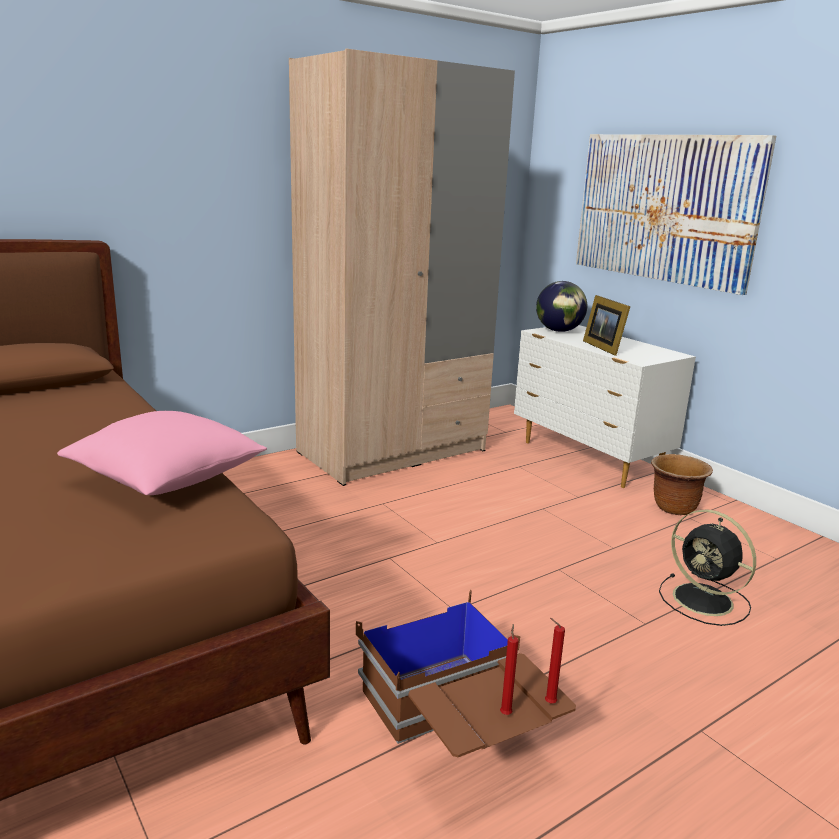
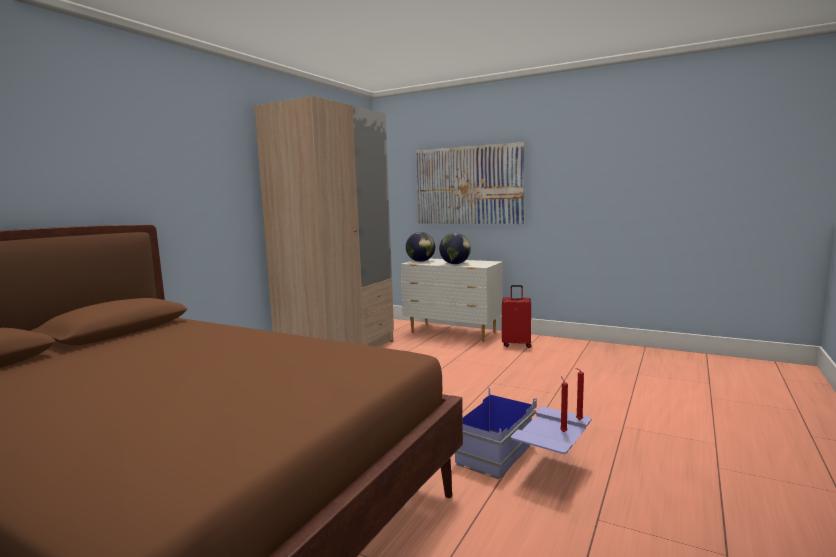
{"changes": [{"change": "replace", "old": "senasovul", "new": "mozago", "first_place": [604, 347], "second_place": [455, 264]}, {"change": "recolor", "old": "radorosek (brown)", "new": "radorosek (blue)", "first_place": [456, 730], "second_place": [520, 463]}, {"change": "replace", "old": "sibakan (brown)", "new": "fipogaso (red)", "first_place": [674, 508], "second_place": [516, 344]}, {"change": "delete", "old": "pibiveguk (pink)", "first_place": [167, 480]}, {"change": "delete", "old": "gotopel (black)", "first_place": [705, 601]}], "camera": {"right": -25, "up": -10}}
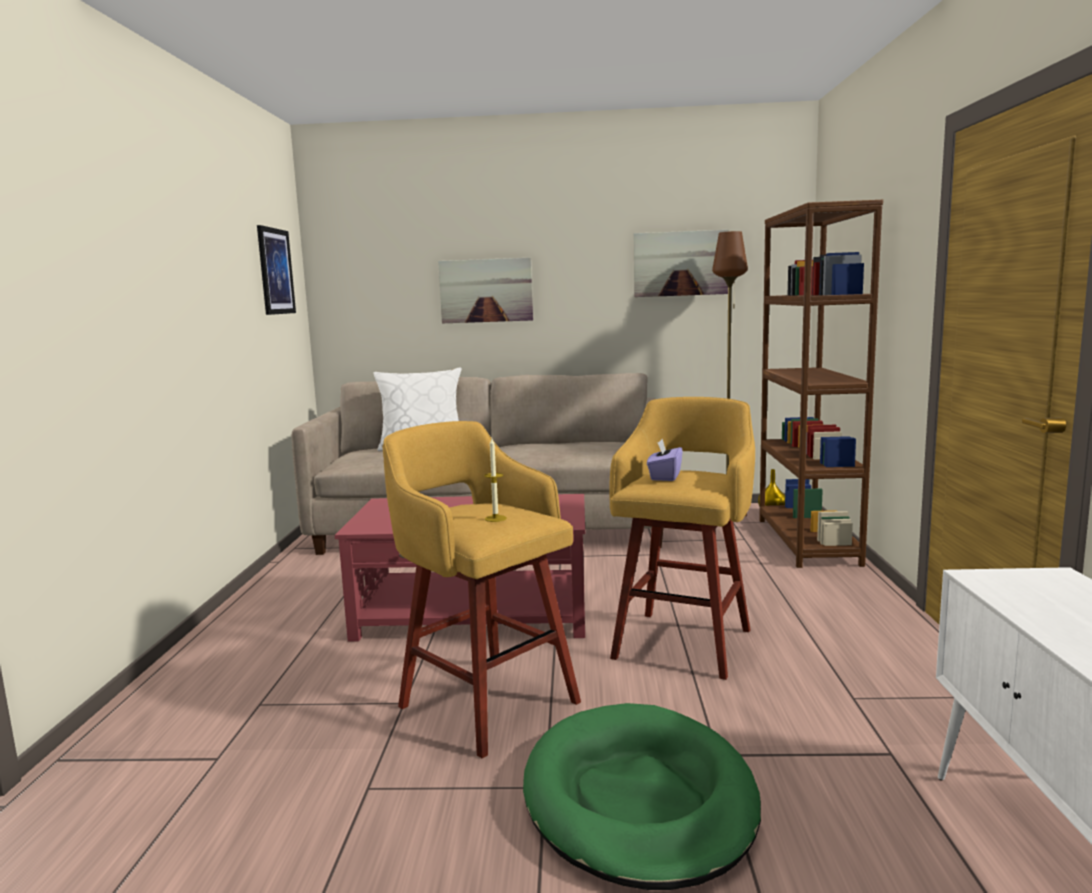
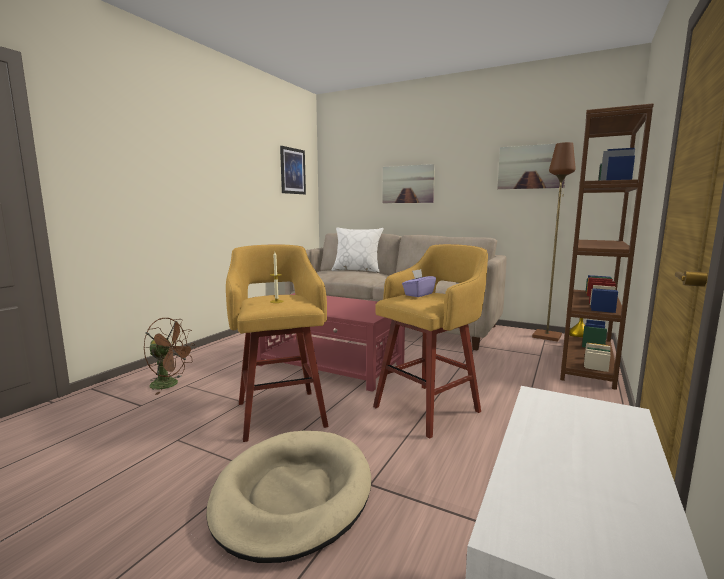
{"changes": [{"change": "insert", "new": "gotopel (brown)", "second_place": [170, 384]}, {"change": "recolor", "old": "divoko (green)", "new": "divoko (beige)", "first_place": [639, 800], "second_place": [293, 495]}], "camera": {"right": 25, "up": 0}}
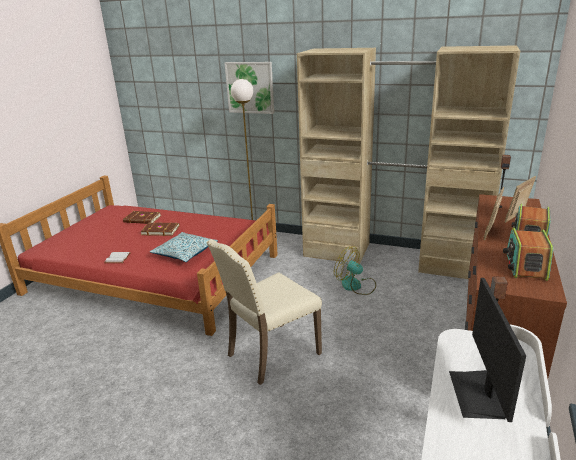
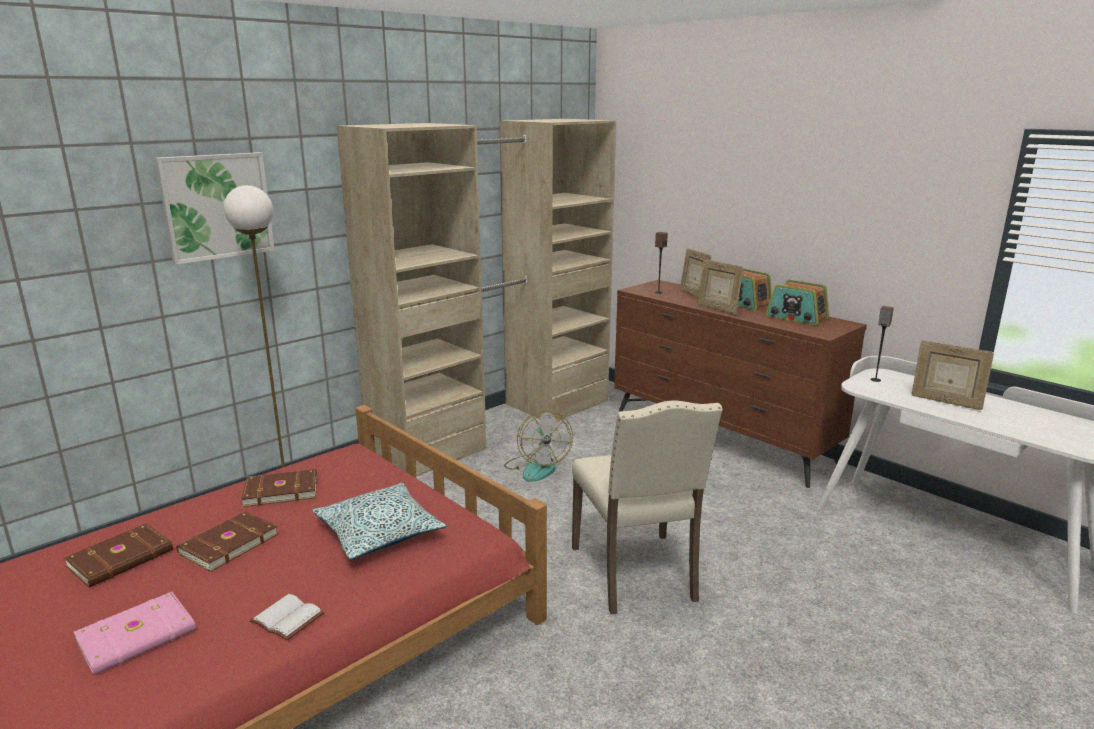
{"changes": [{"change": "insert", "new": "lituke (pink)", "second_place": [138, 637]}, {"change": "insert", "new": "lituke (brown)", "second_place": [280, 490]}, {"change": "rotate", "old": "gotopel", "first_place": [356, 286], "second_place": [536, 467], "degrees": -75}, {"change": "replace", "old": "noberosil", "new": "senasovul", "first_place": [477, 394], "second_place": [945, 402]}], "camera": {"right": -65, "up": -5}}
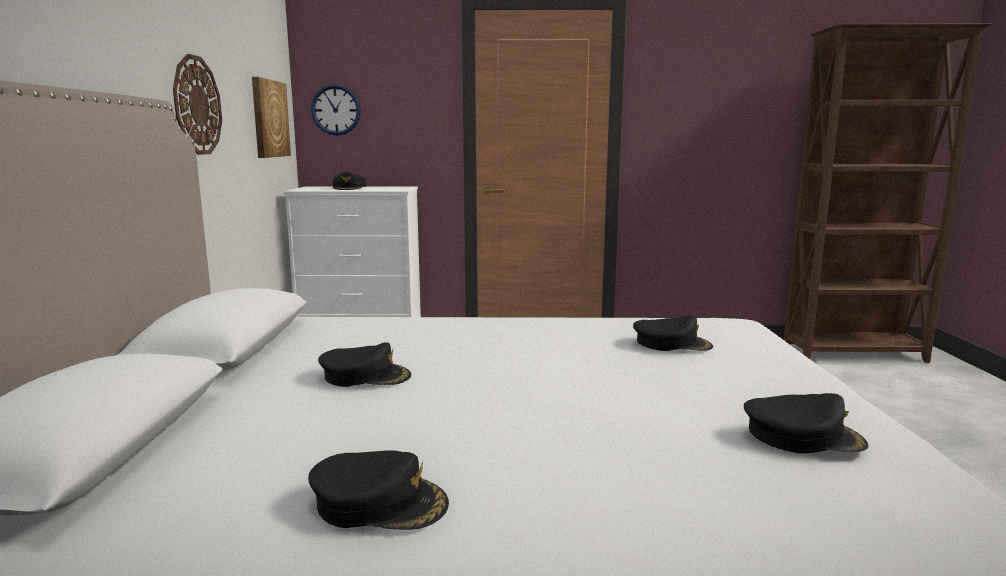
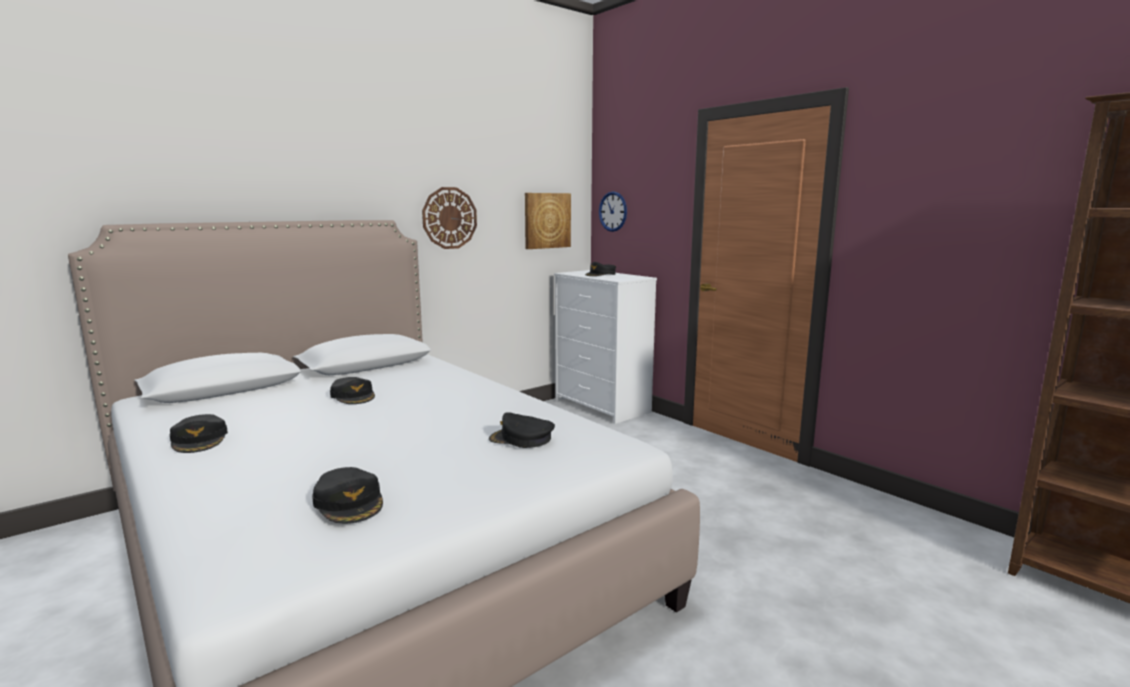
{"changes": [{"change": "rotate", "old": "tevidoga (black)", "first_place": [671, 343], "second_place": [521, 439], "degrees": 135}], "camera": {"right": 50, "up": 0}}
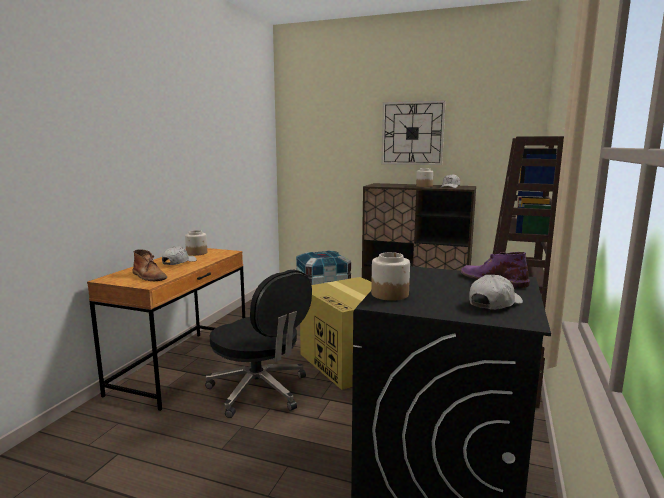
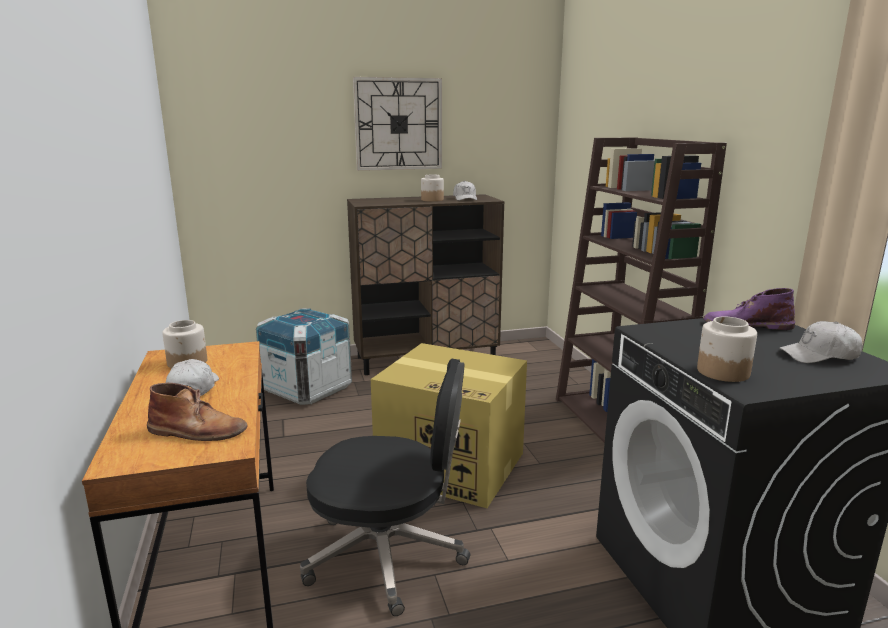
{"changes": [{"change": "rotate", "old": "tevidoga (white)", "first_place": [494, 303], "second_place": [819, 355], "degrees": -105}], "camera": {"right": -35, "up": 5}}
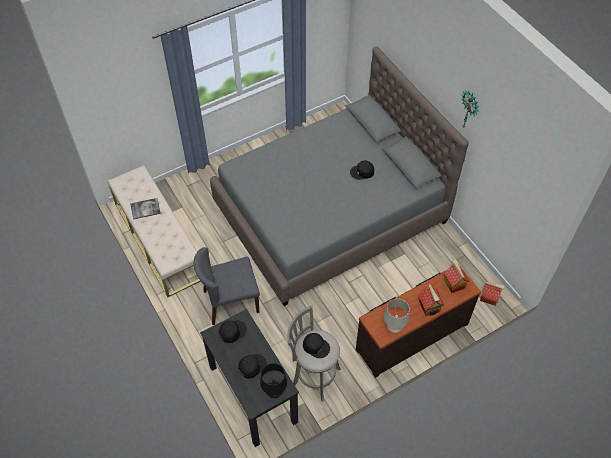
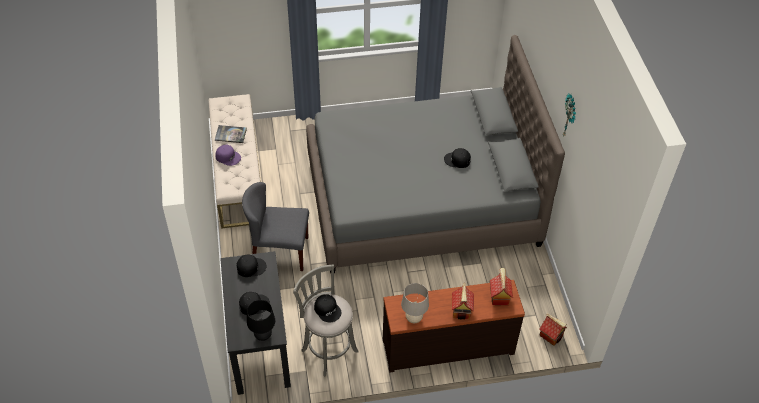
{"changes": [{"change": "insert", "new": "tevidoga (purple)", "second_place": [228, 157]}], "camera": {"right": 20, "up": -5}}
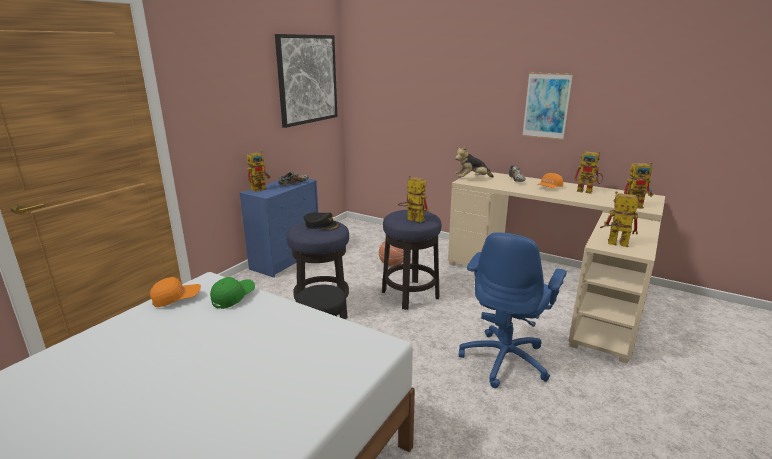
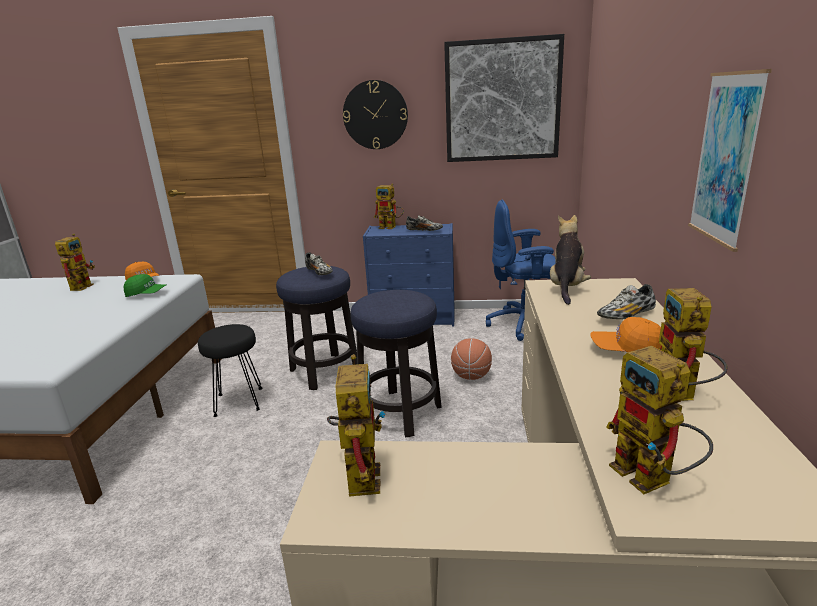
{"changes": [{"change": "move", "old": "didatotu", "first_place": [411, 219], "second_place": [83, 285]}, {"change": "replace", "old": "tevidoga (black)", "new": "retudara", "first_place": [321, 225], "second_place": [319, 273]}, {"change": "insert", "new": "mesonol", "second_place": [375, 115]}, {"change": "move", "old": "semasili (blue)", "first_place": [505, 359], "second_place": [525, 324]}, {"change": "rotate", "old": "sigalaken", "first_place": [472, 179], "second_place": [566, 287], "degrees": 60}], "camera": {"right": 65, "up": 0}}
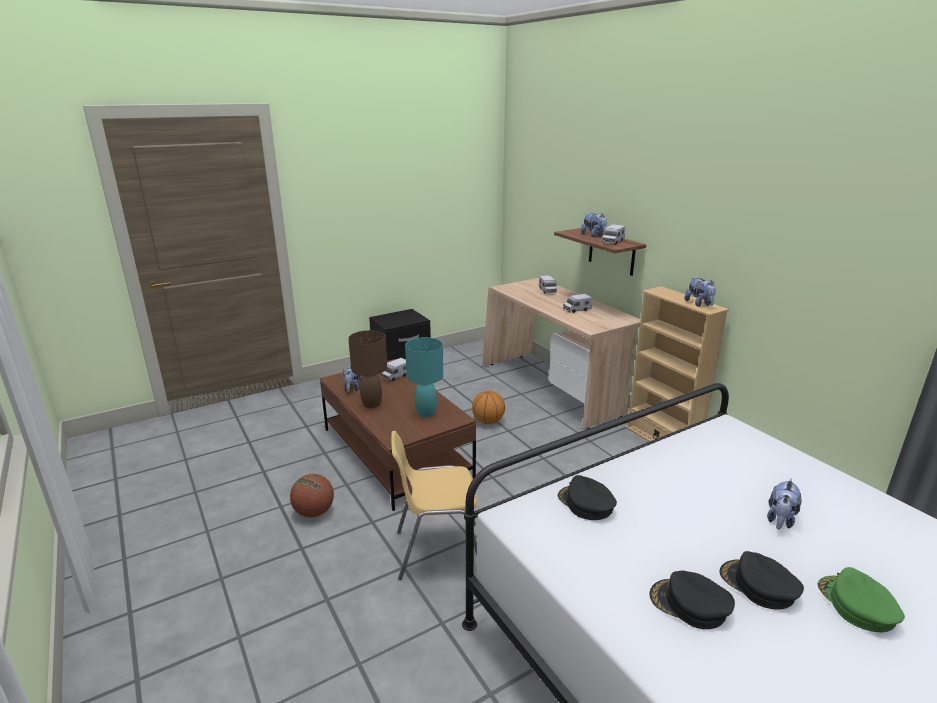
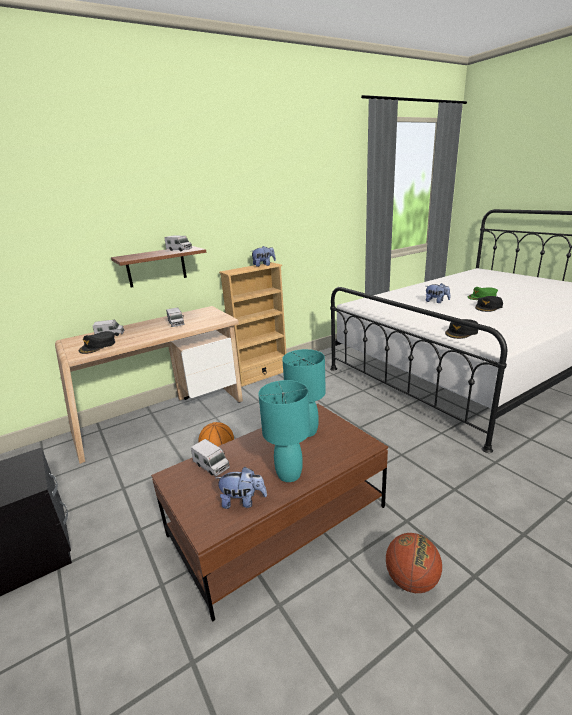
{"changes": [{"change": "move", "old": "tevidoga (black)", "first_place": [689, 604], "second_place": [98, 346]}, {"change": "recolor", "old": "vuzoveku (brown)", "new": "vuzoveku (turquoise)", "first_place": [372, 403], "second_place": [288, 474]}, {"change": "delete", "old": "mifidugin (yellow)", "first_place": [438, 551]}, {"change": "delete", "old": "sigalaken", "first_place": [593, 236]}], "camera": {"right": -90, "up": 0}}
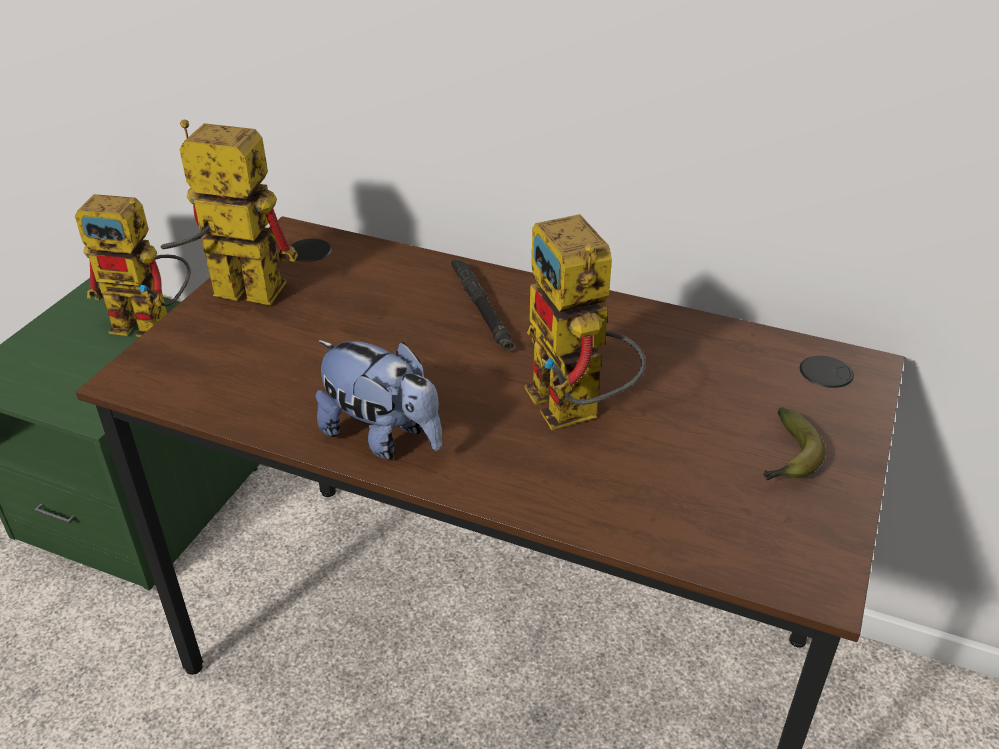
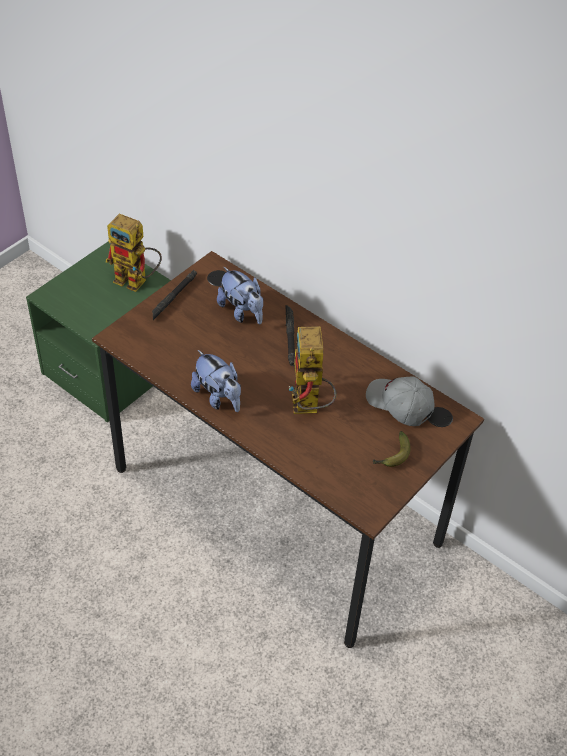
{"changes": [{"change": "replace", "old": "didatotu", "new": "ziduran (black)", "first_place": [232, 292], "second_place": [173, 297]}, {"change": "insert", "new": "sigalaken", "second_place": [242, 312]}, {"change": "insert", "new": "tevidoga (grey)", "second_place": [399, 405]}], "camera": {"right": 15, "up": 10}}
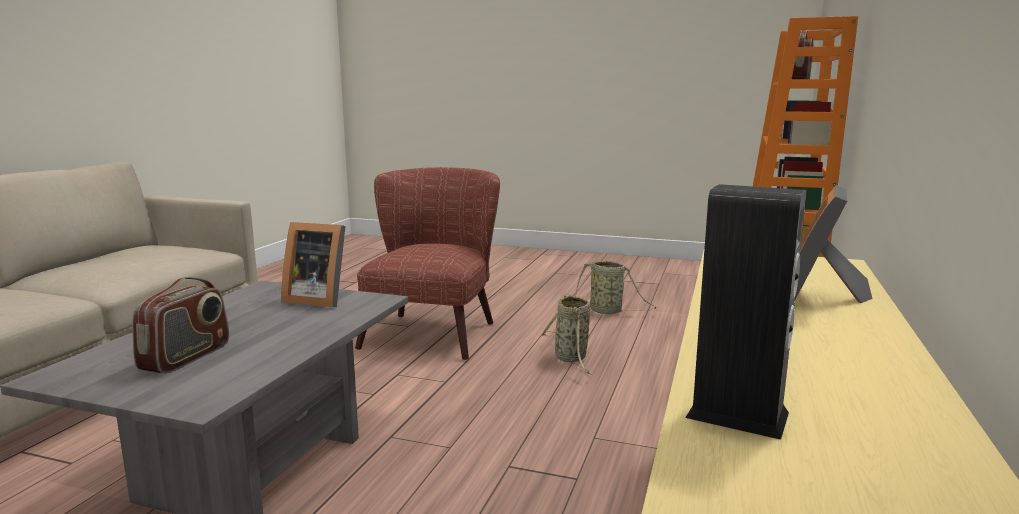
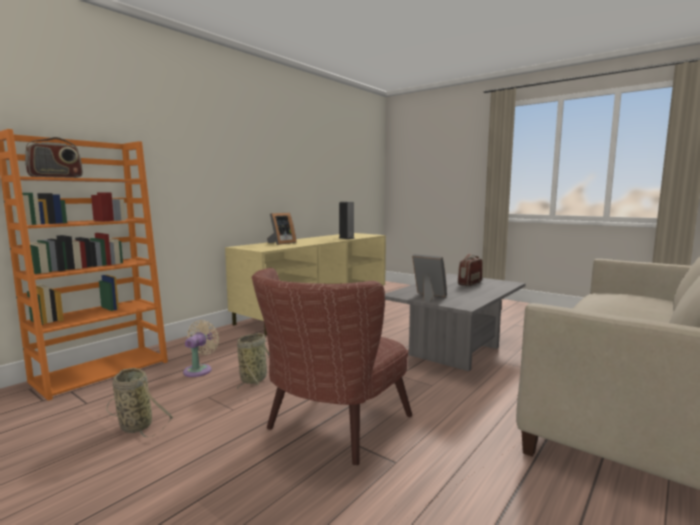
{"changes": [{"change": "insert", "new": "gotopel (beige)", "second_place": [199, 370]}], "camera": {"right": -160, "up": -5}}
